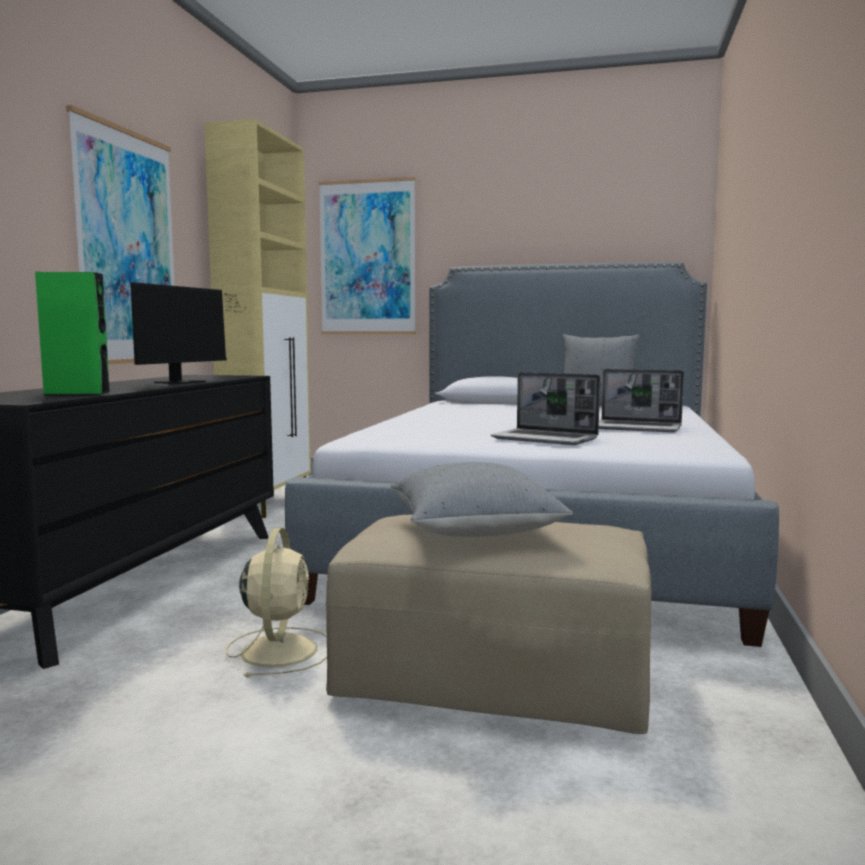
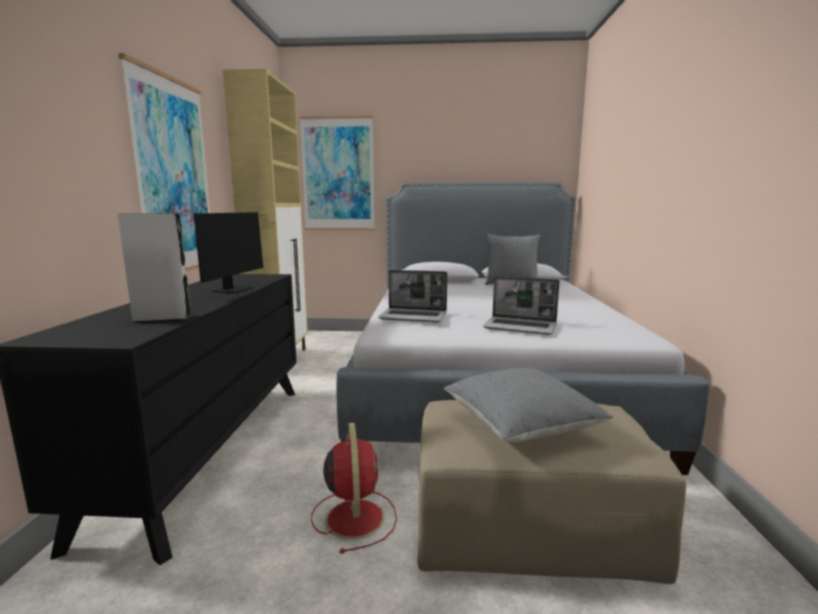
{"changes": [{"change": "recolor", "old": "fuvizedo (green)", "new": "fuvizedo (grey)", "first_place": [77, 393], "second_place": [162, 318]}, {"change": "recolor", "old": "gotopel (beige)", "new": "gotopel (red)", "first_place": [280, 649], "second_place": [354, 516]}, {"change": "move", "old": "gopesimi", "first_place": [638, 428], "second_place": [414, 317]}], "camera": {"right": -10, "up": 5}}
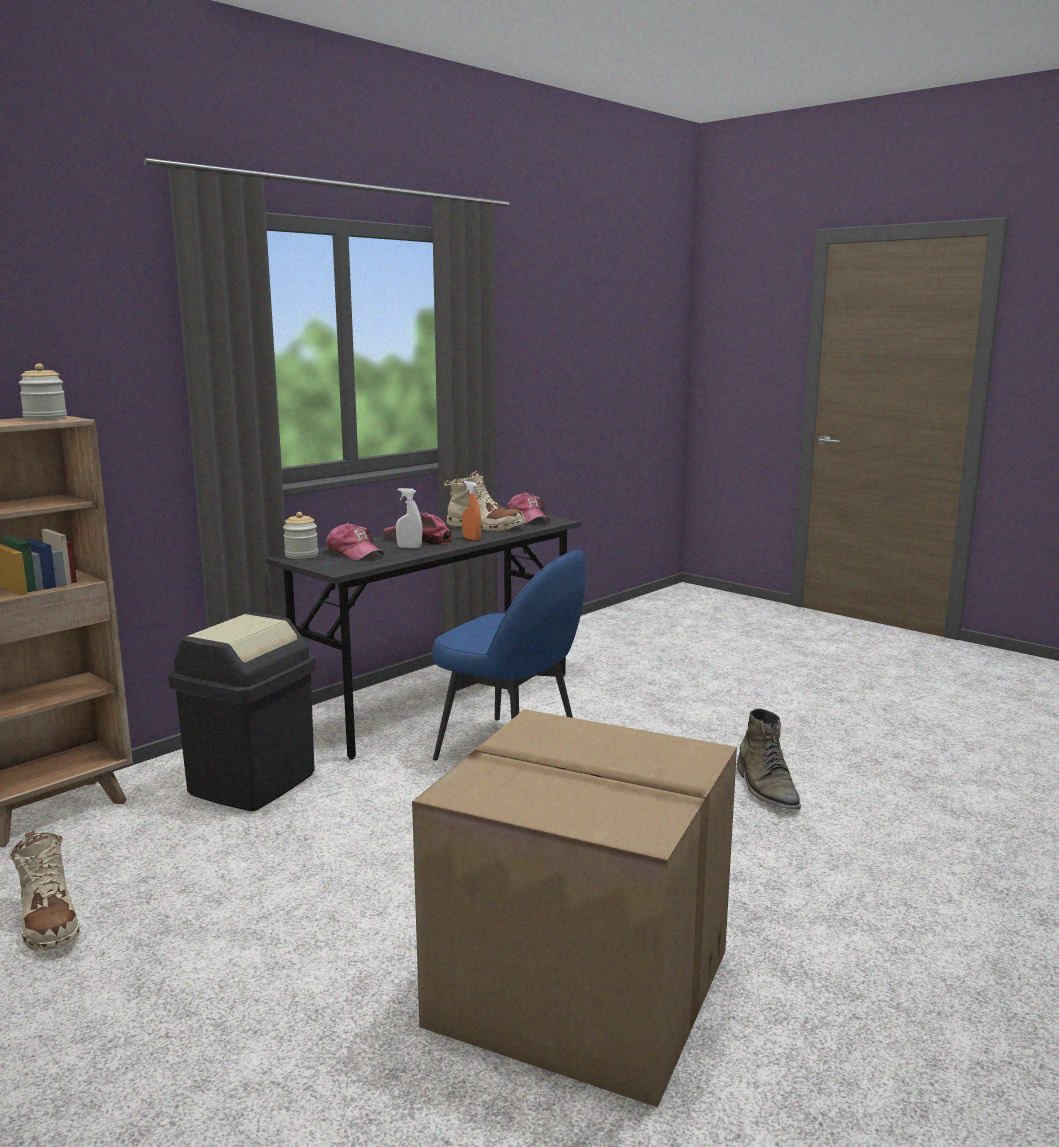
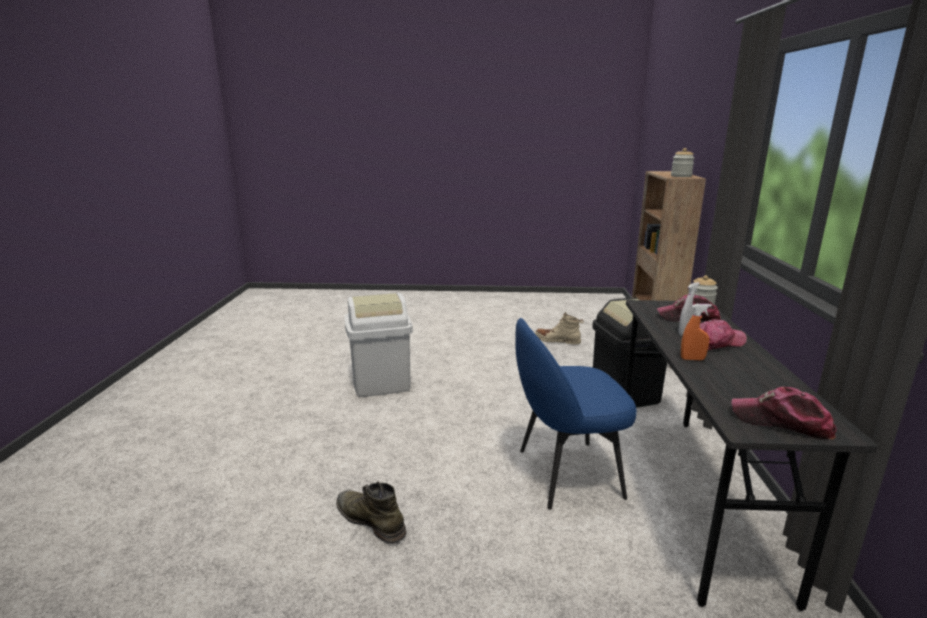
{"changes": [{"change": "replace", "old": "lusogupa", "new": "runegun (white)", "first_place": [575, 988], "second_place": [381, 383]}, {"change": "delete", "old": "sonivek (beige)", "first_place": [484, 527]}], "camera": {"right": 140, "up": 5}}
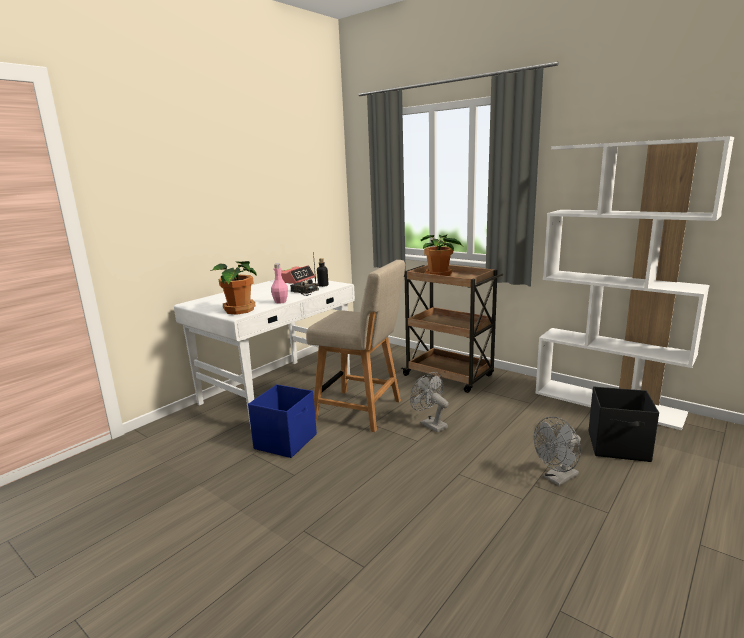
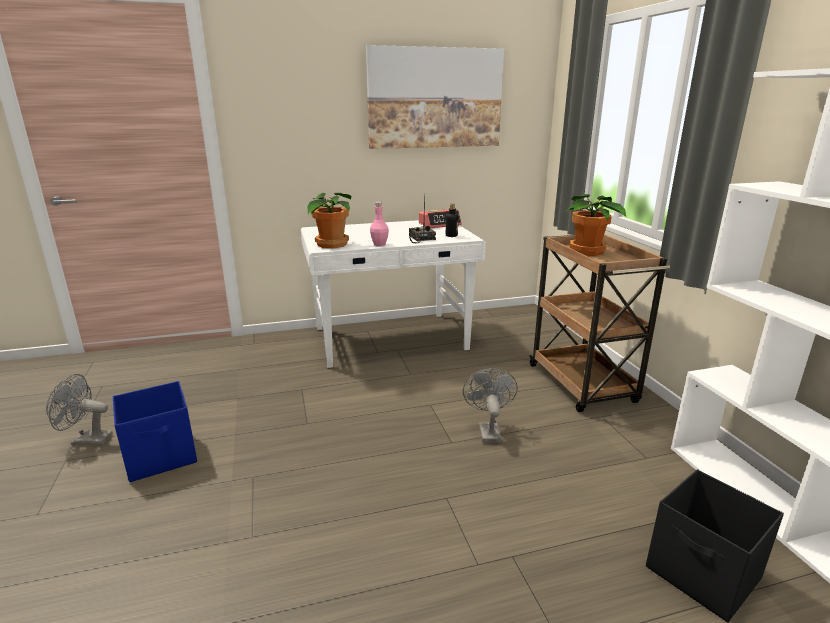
{"changes": [{"change": "move", "old": "gotopel (grey)", "first_place": [557, 478], "second_place": [86, 440]}, {"change": "move", "old": "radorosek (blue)", "first_place": [286, 441], "second_place": [162, 456]}, {"change": "insert", "new": "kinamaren", "second_place": [435, 98]}, {"change": "delete", "old": "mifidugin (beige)", "first_place": [362, 411]}], "camera": {"right": 35, "up": 5}}
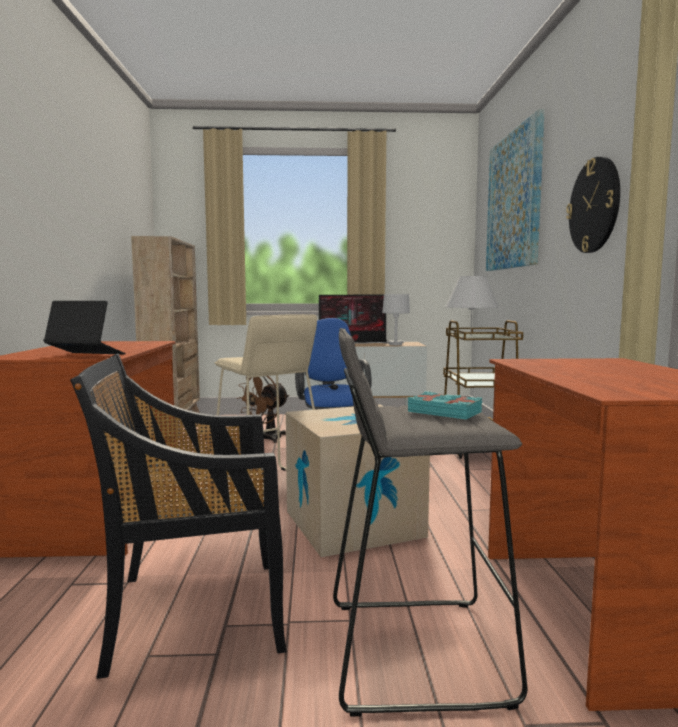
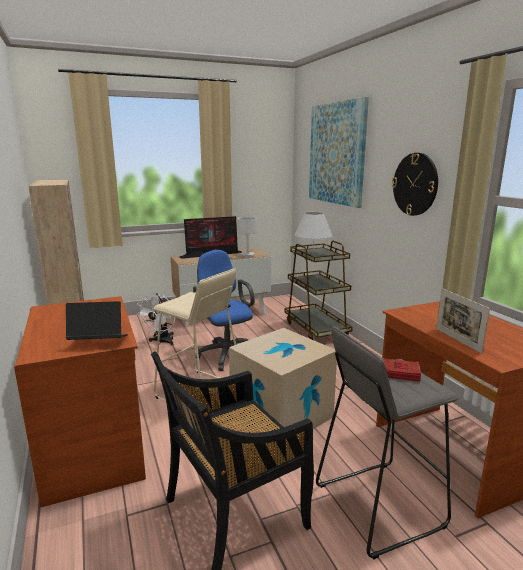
{"changes": [{"change": "recolor", "old": "gotopel (brown)", "new": "gotopel (white)", "first_place": [266, 439], "second_place": [162, 342]}, {"change": "recolor", "old": "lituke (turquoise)", "new": "lituke (red)", "first_place": [445, 412], "second_place": [399, 373]}, {"change": "insert", "new": "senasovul", "second_place": [457, 340]}], "camera": {"right": -20, "up": 10}}
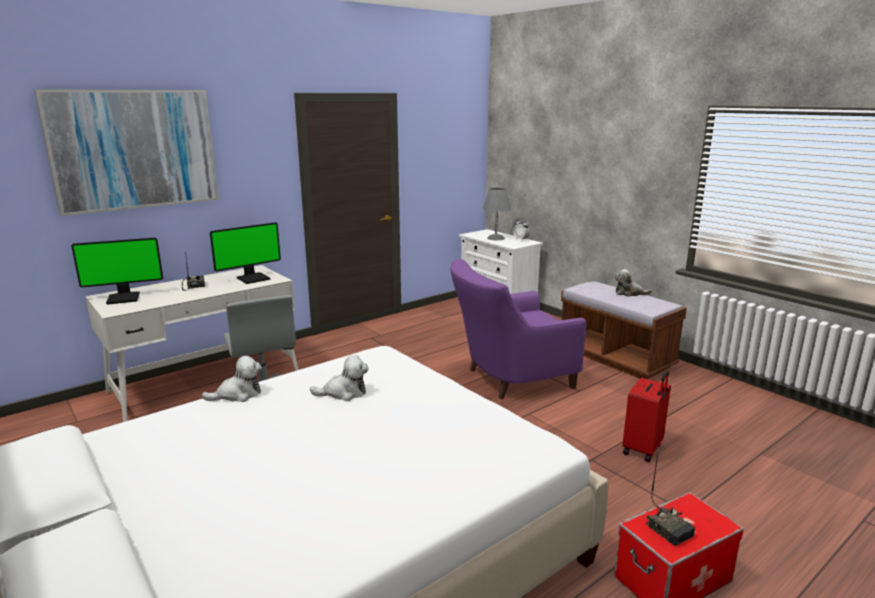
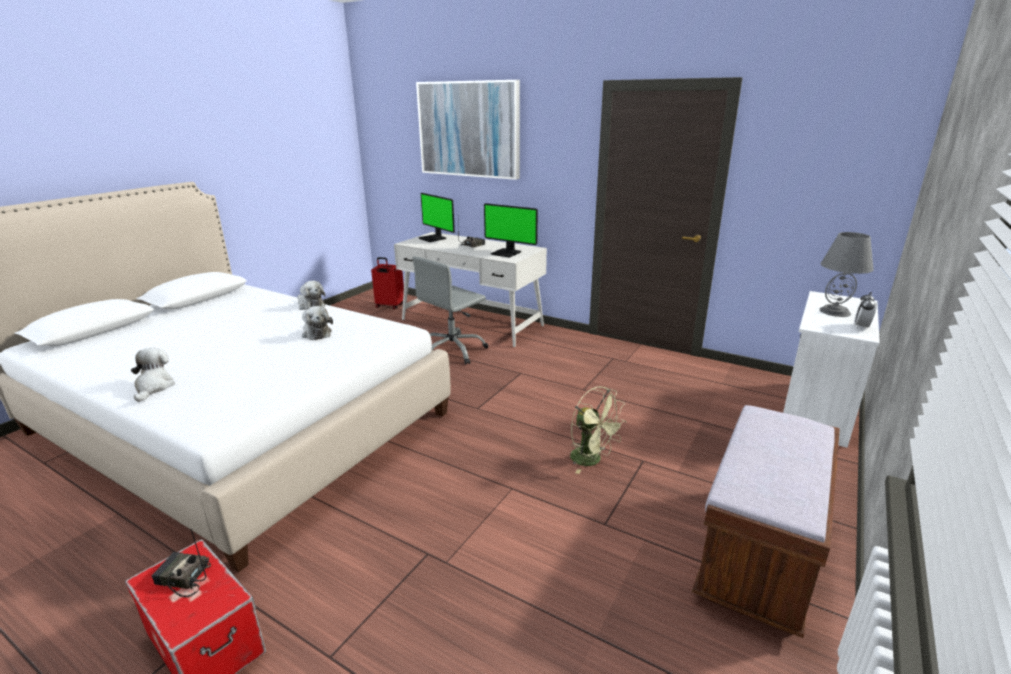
{"changes": [{"change": "move", "old": "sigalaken", "first_place": [629, 293], "second_place": [154, 387]}, {"change": "rotate", "old": "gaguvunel", "first_place": [670, 528], "second_place": [183, 579], "degrees": 60}, {"change": "move", "old": "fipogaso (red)", "first_place": [643, 449], "second_place": [389, 306]}, {"change": "replace", "old": "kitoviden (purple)", "new": "gotopel (green)", "first_place": [509, 379], "second_place": [592, 460]}], "camera": {"right": 70, "up": 5}}
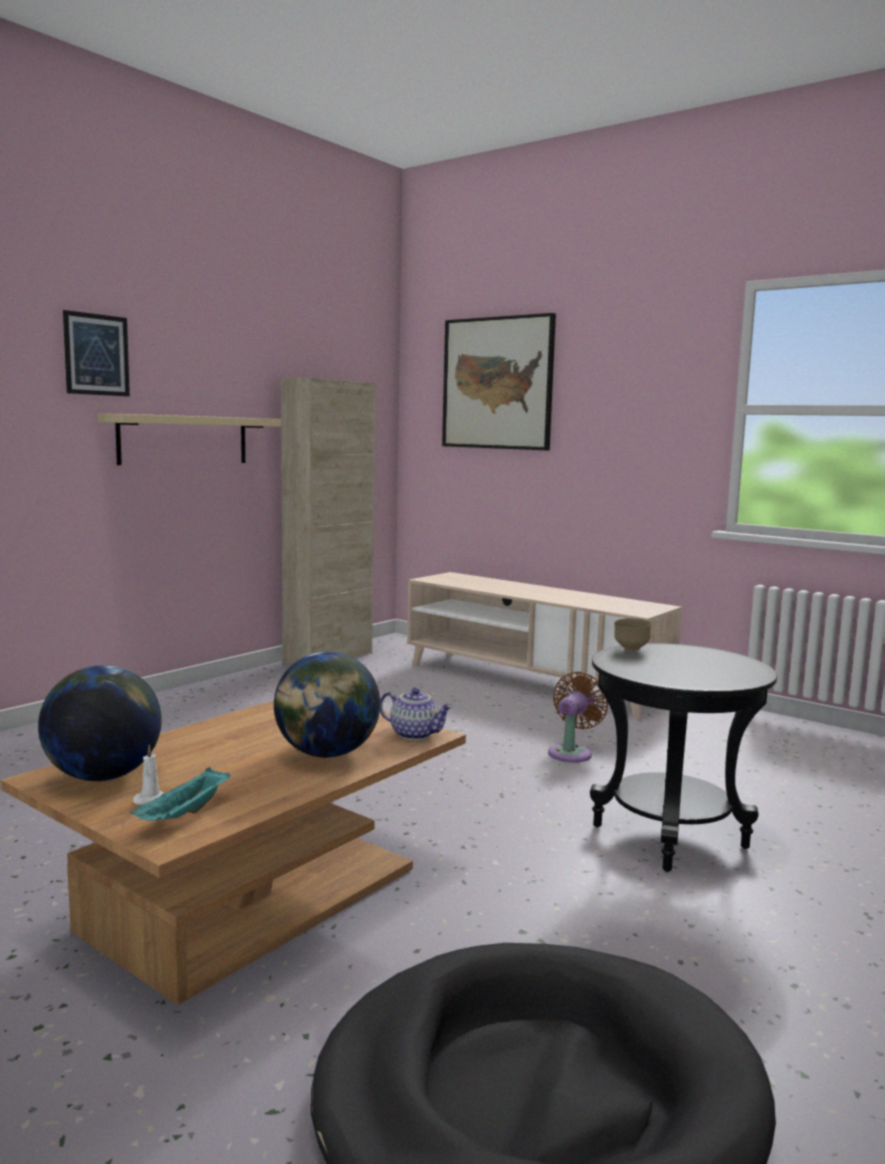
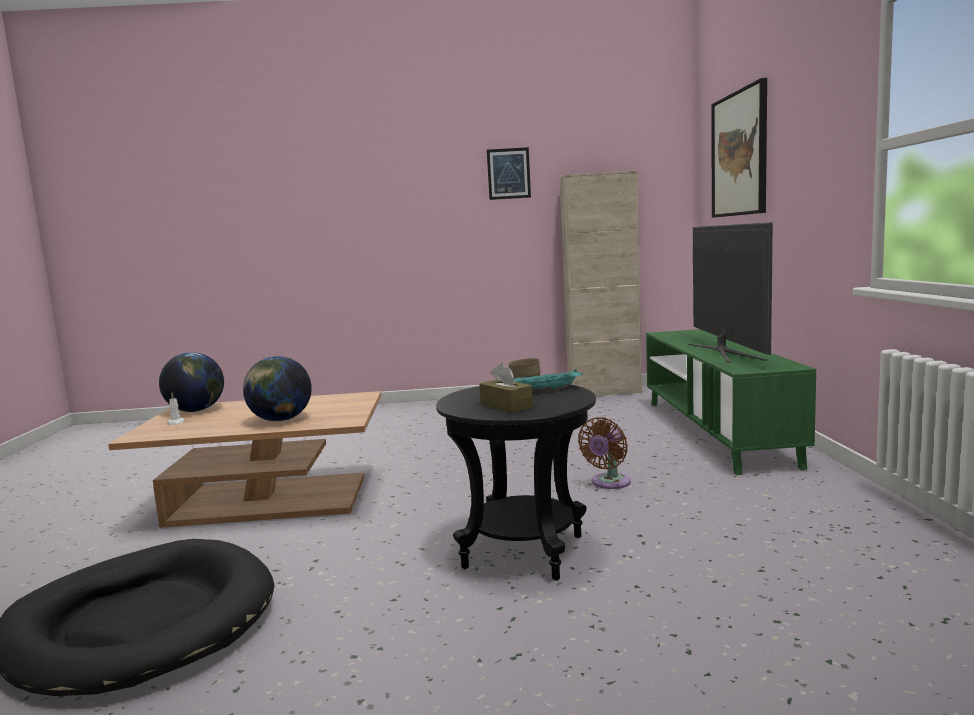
{"changes": [{"change": "insert", "new": "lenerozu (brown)", "second_place": [506, 406]}, {"change": "move", "old": "kinamaren", "first_place": [96, 354], "second_place": [508, 173]}, {"change": "move", "old": "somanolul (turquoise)", "first_place": [184, 815], "second_place": [546, 391]}, {"change": "rotate", "old": "gotopel (brown)", "first_place": [572, 752], "second_place": [609, 483], "degrees": 135}, {"change": "recolor", "old": "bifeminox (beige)", "new": "bifeminox (green)", "first_place": [532, 682], "second_place": [715, 431]}, {"change": "insert", "new": "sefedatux", "second_place": [725, 351]}, {"change": "delete", "old": "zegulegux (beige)", "first_place": [184, 440]}, {"change": "delete", "old": "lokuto", "first_place": [415, 734]}], "camera": {"right": 50, "up": 0}}
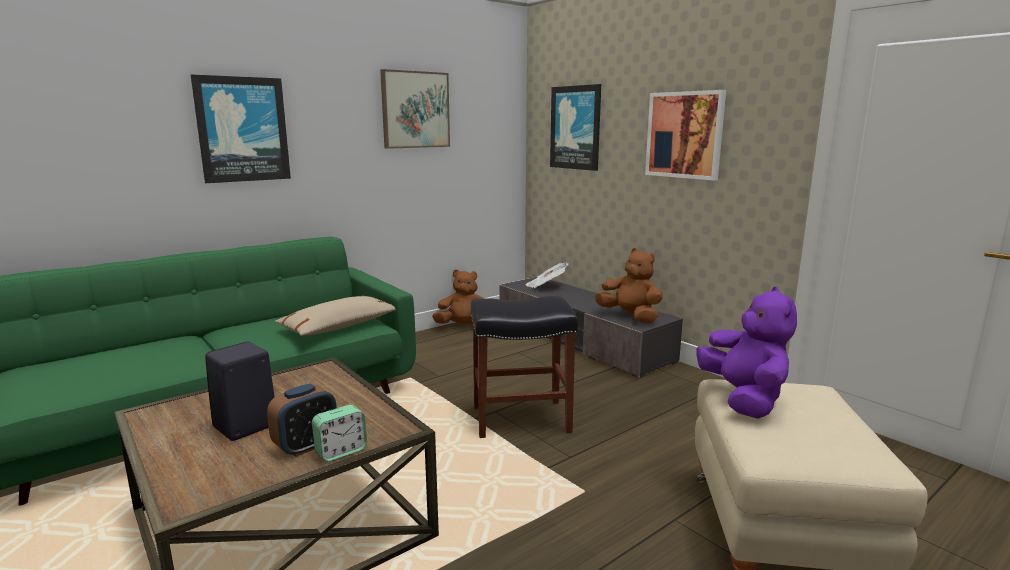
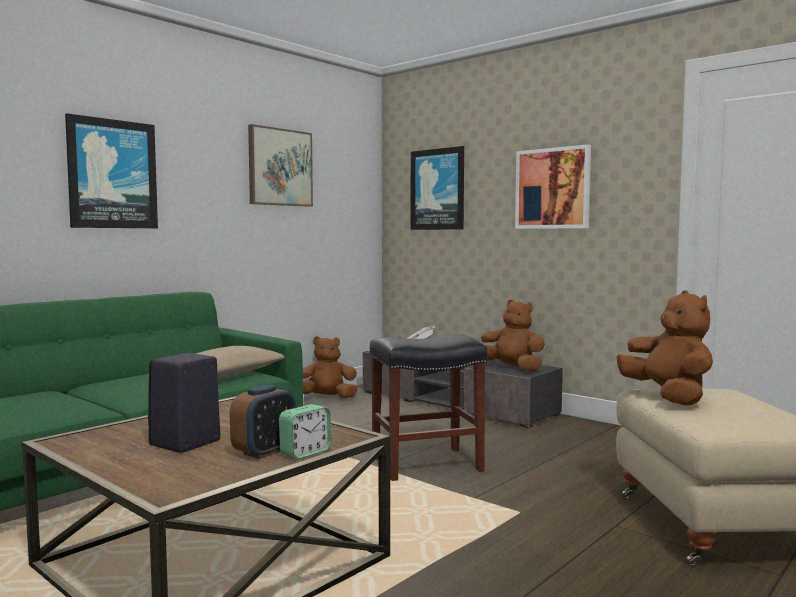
{"changes": [{"change": "recolor", "old": "sigalaken (purple)", "new": "sigalaken (brown)", "first_place": [743, 399], "second_place": [668, 397]}], "camera": {"right": -10, "up": -10}}
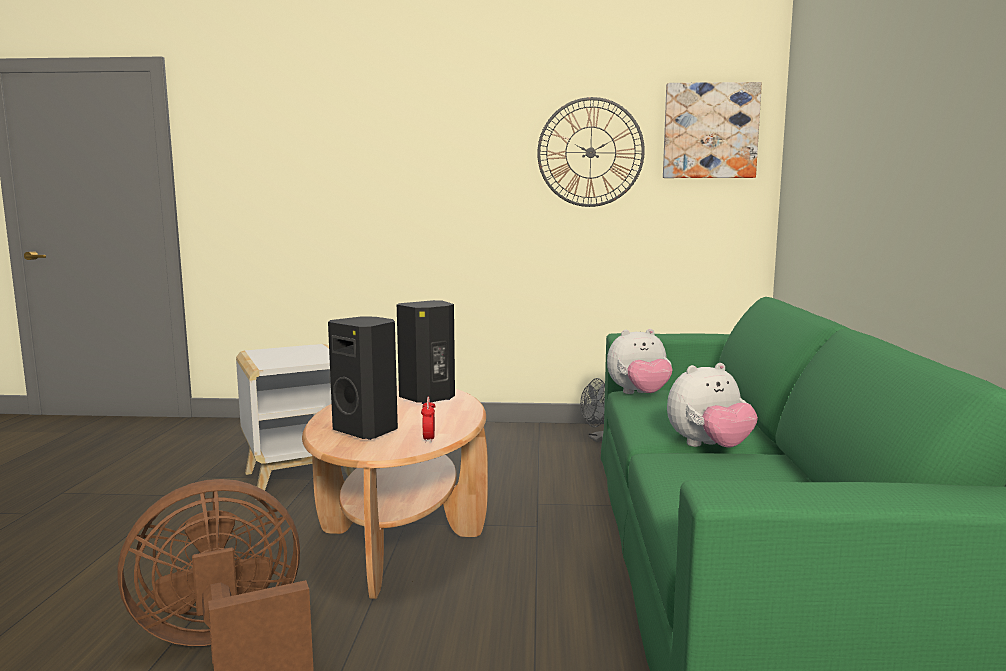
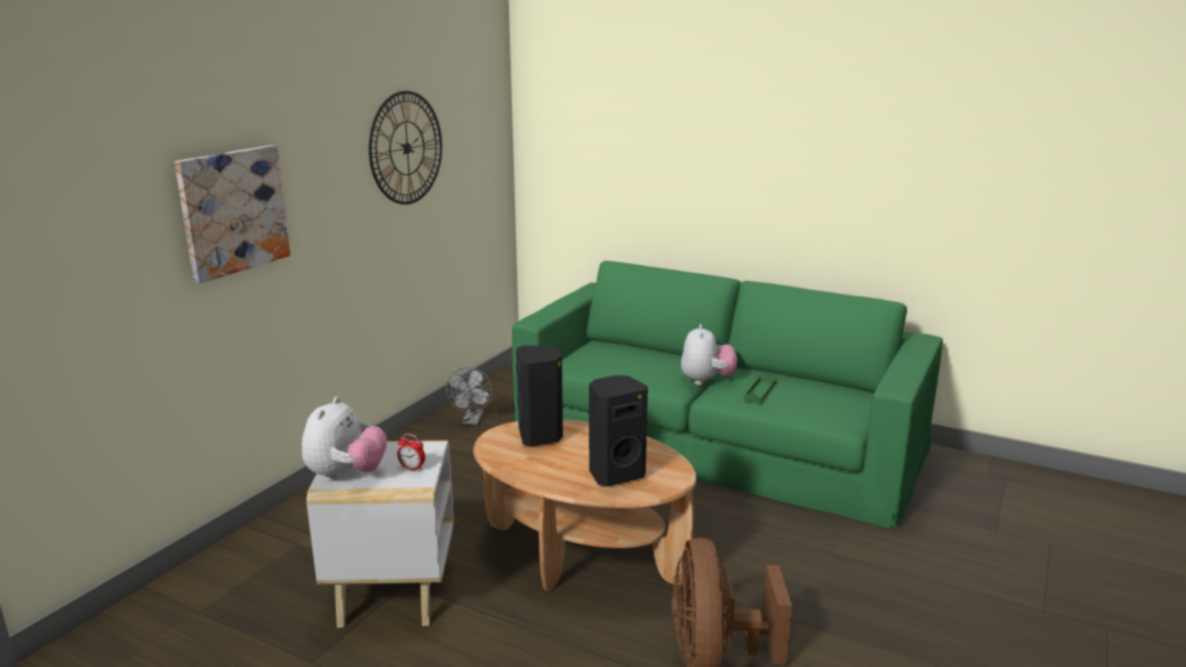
{"changes": [{"change": "move", "old": "kinamaren", "first_place": [710, 131], "second_place": [233, 211]}, {"change": "move", "old": "sigalaken", "first_place": [639, 394], "second_place": [346, 475]}, {"change": "move", "old": "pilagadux", "first_place": [429, 439], "second_place": [412, 468]}, {"change": "insert", "new": "somanolul (green)", "second_place": [760, 391]}], "camera": {"right": -65, "up": 10}}
